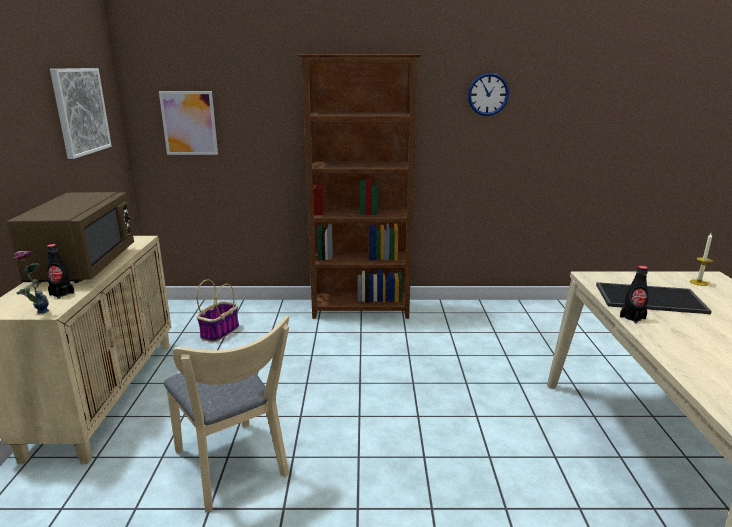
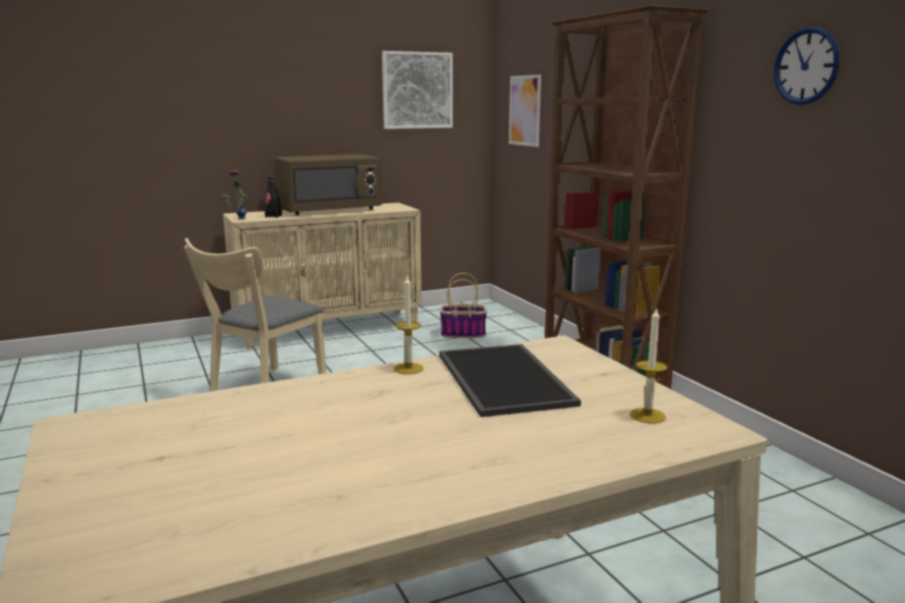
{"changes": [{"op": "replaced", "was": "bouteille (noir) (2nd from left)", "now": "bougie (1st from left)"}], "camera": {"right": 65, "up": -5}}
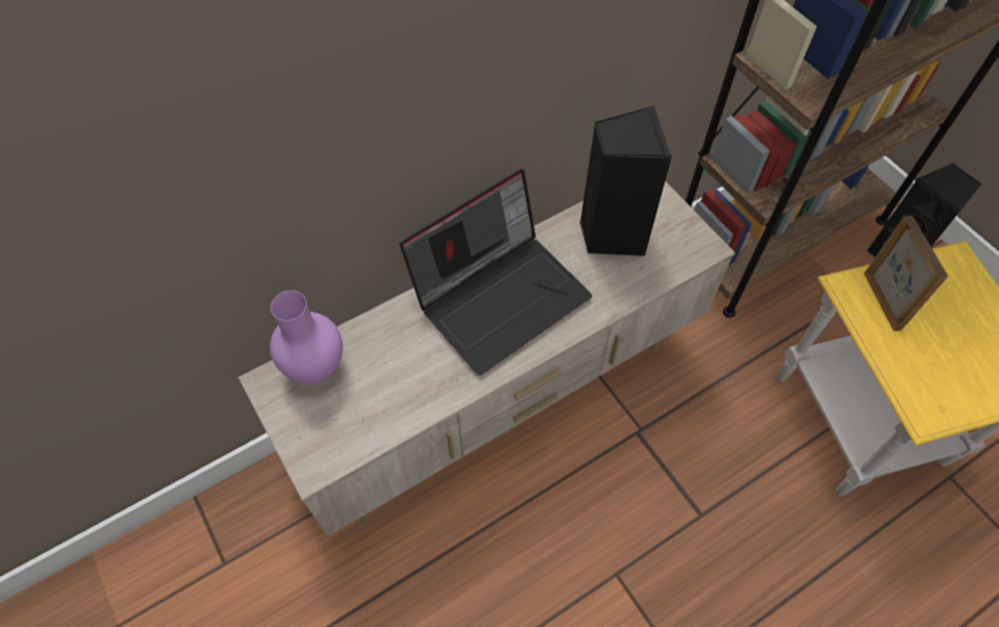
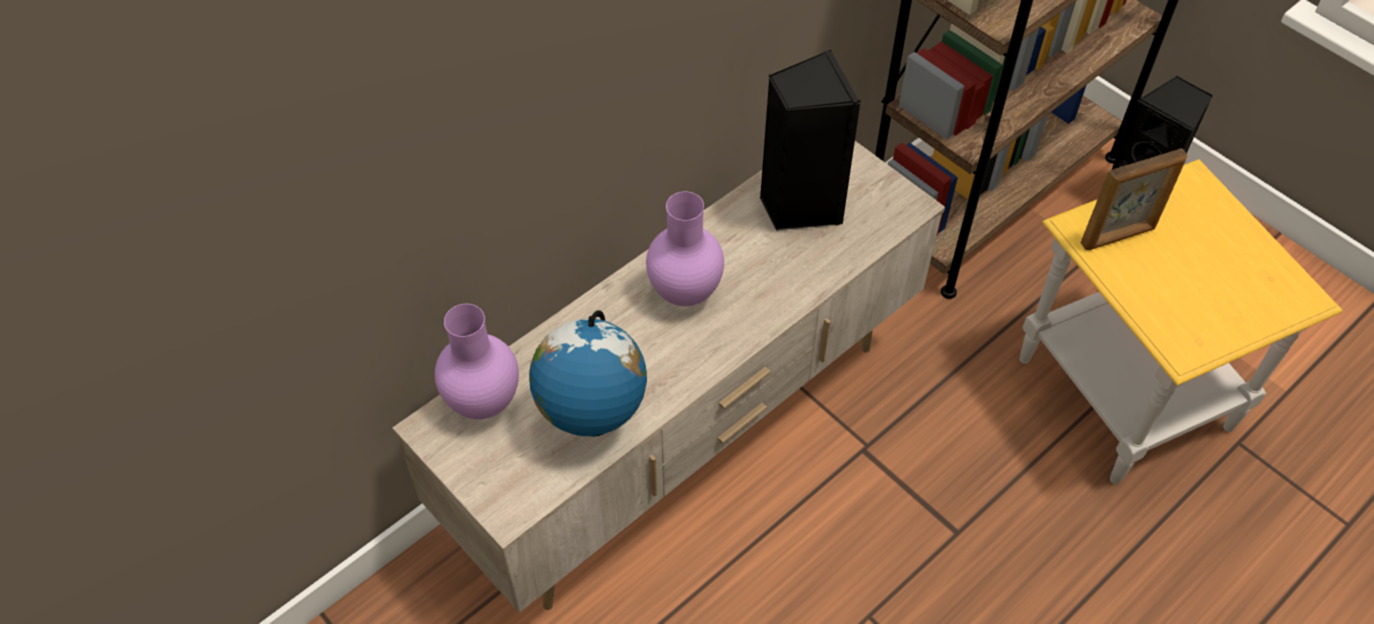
{"changes": [{"op": "replaced", "was": "ordinateur portable", "now": "vase (violet) (2nd from left)"}, {"op": "turned", "was": "cadre photo", "clockwise": 90}, {"op": "added", "now": "globe"}], "camera": {"right": -10, "up": -5}}
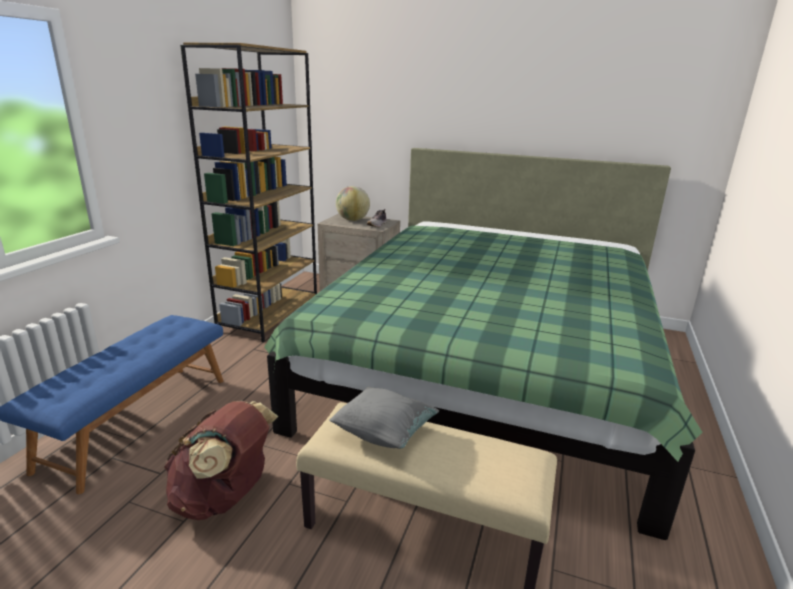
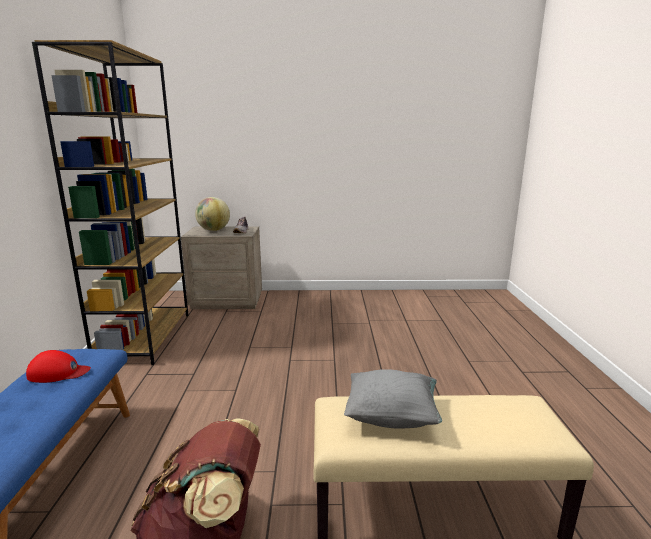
{"changes": [{"op": "removed", "was": "lit (vert)"}, {"op": "added", "now": "casquette (rouge)"}], "camera": {"right": -20, "up": -5}}
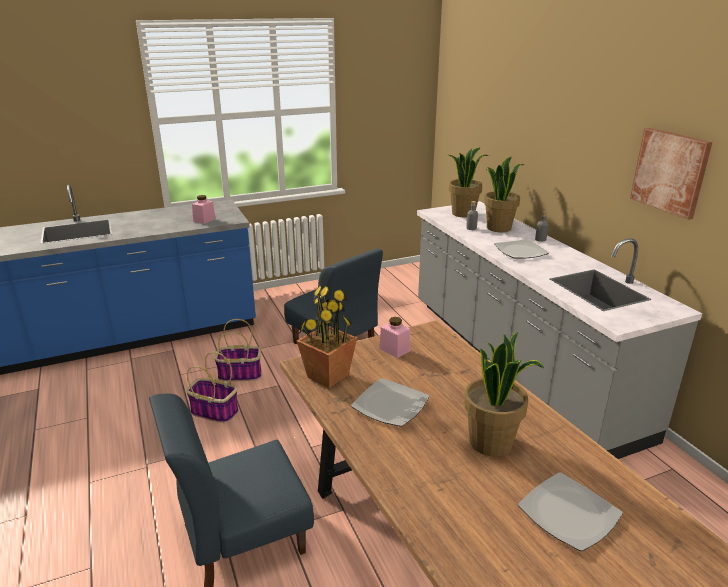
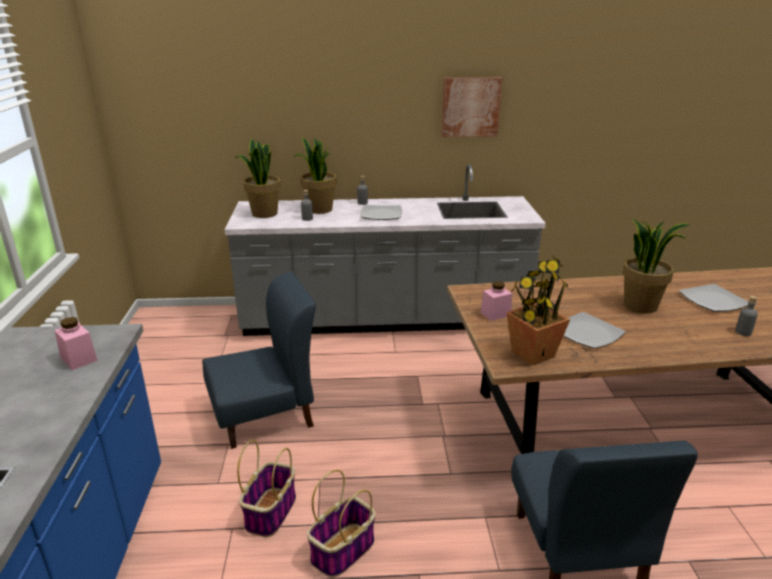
{"changes": [{"op": "added", "now": "bouteille (gris) (3rd from left)"}], "camera": {"right": -70, "up": 0}}
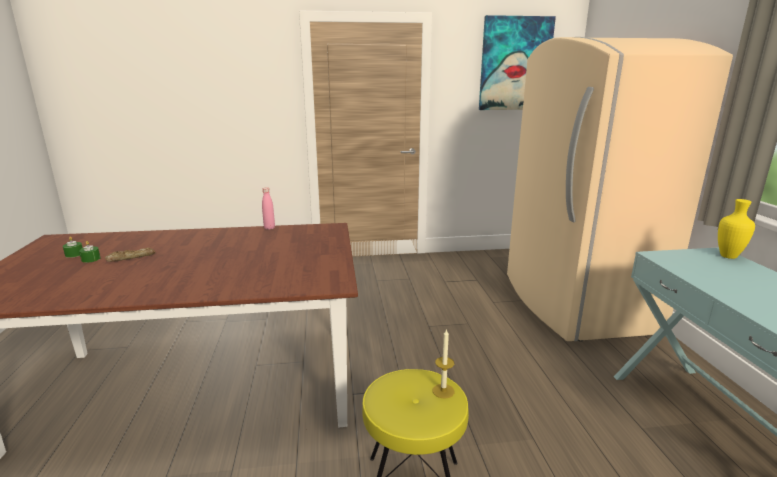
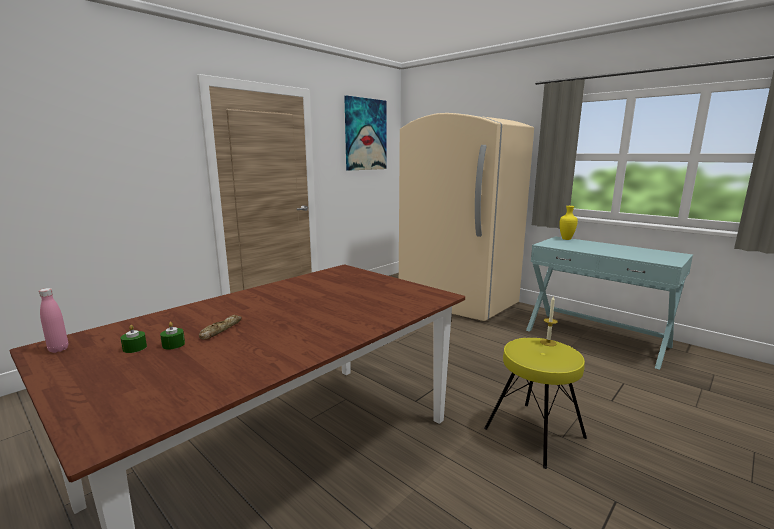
{"changes": [{"op": "moved", "was": "bouteille (rose)"}], "camera": {"right": -40, "up": -5}}
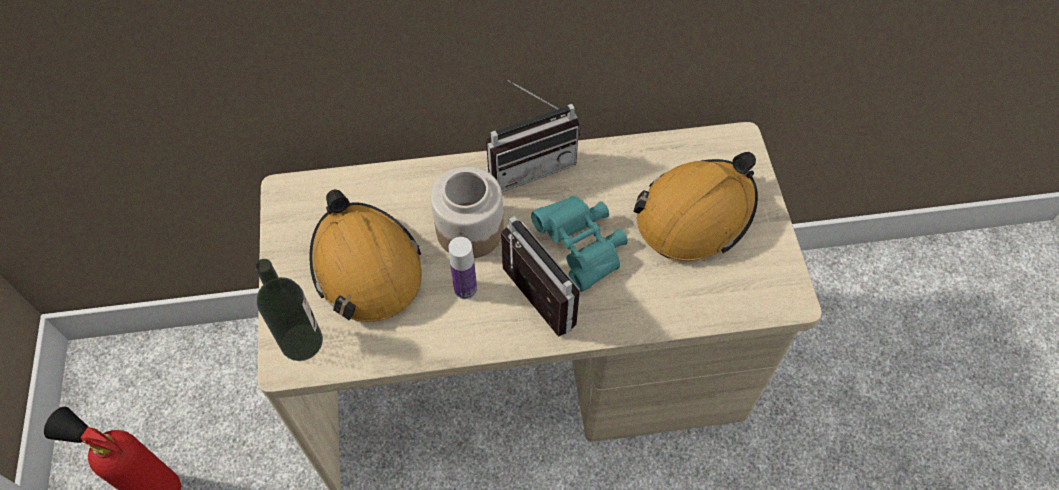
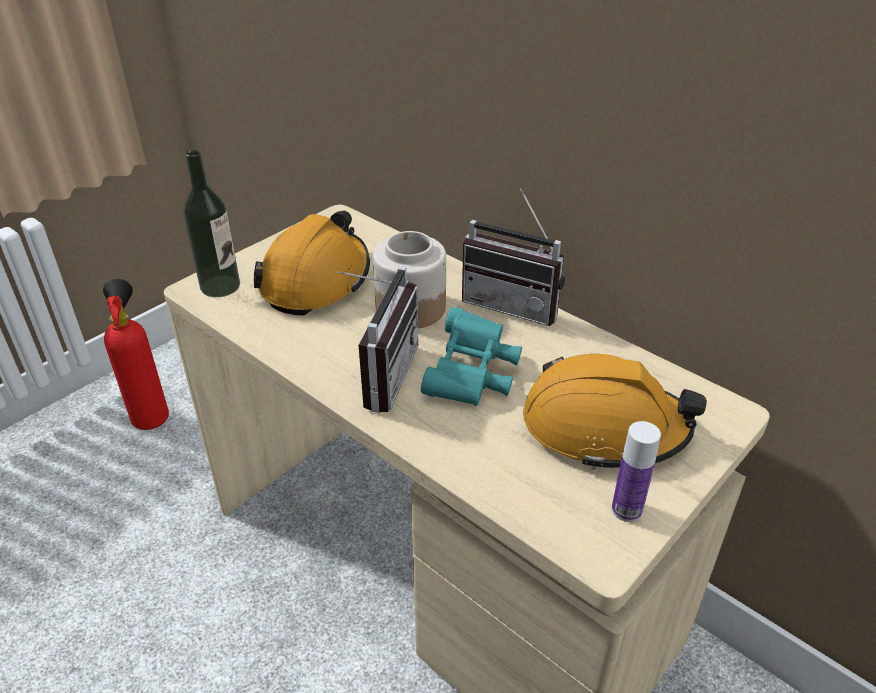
{"changes": [{"op": "moved", "was": "bouteille (2nd from left)"}], "camera": {"right": 50, "up": -20}}
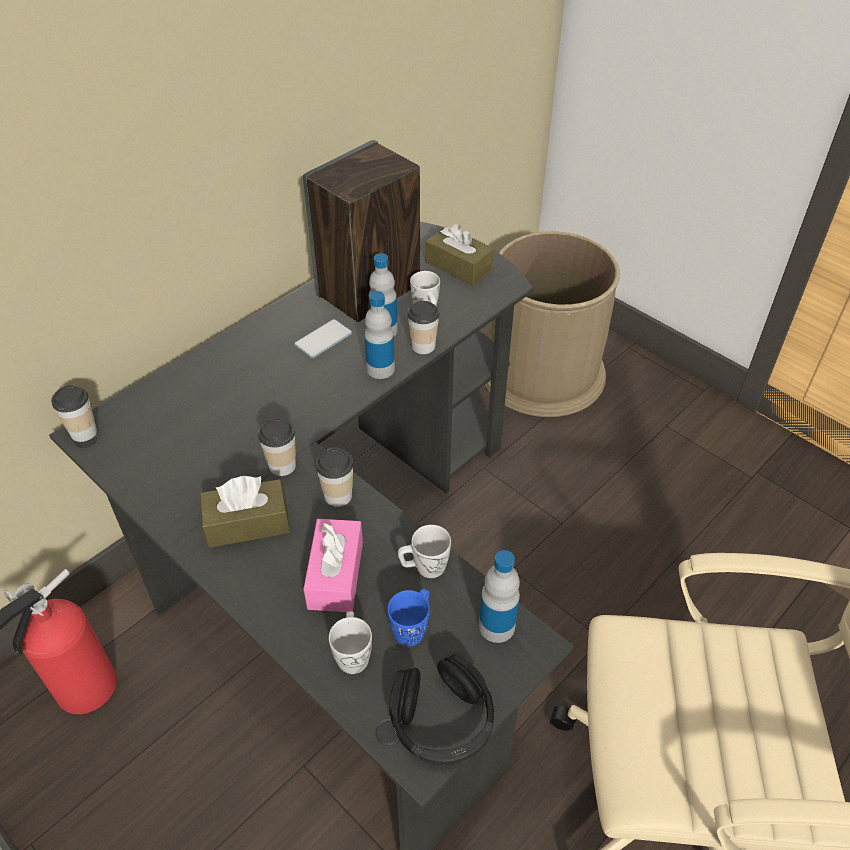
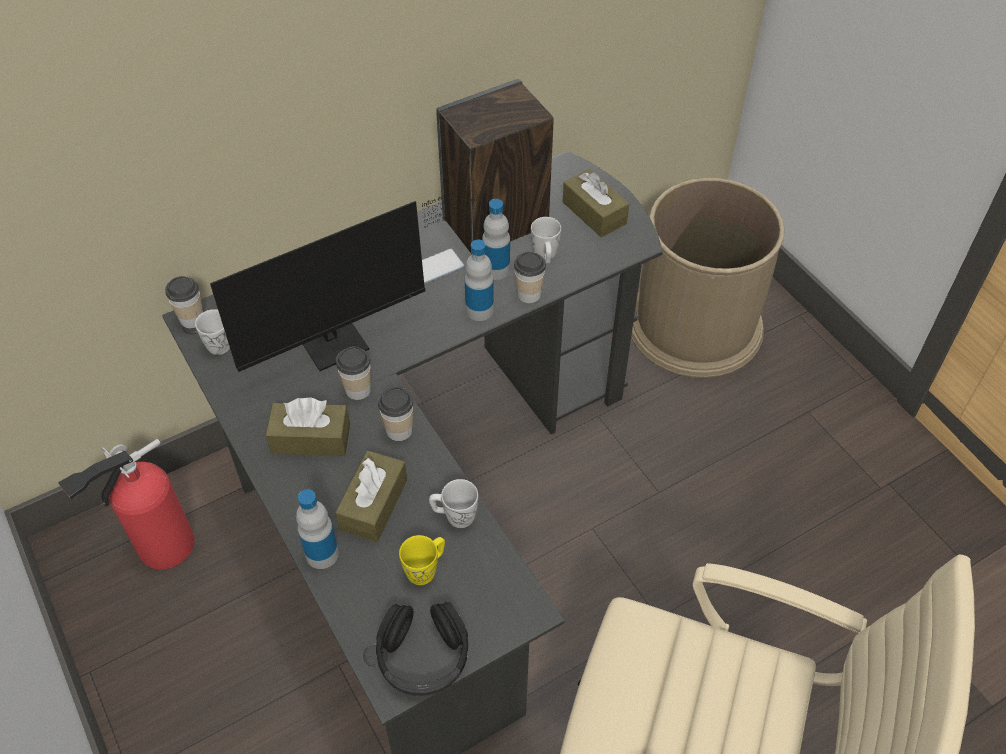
{"changes": [{"op": "recoloured", "was": "boîte à mouchoirs (rose)", "now": "boîte à mouchoirs (marron) (2nd from left)"}, {"op": "moved", "was": "bouteille (3rd from left in the first image)", "now": "bouteille (1st from left)"}, {"op": "recoloured", "was": "mug (bleu)", "now": "mug (jaune)"}, {"op": "moved", "was": "mug (blanc) (1st from left)"}, {"op": "added", "now": "écran d'ordinateur"}], "camera": {"right": 15, "up": 5}}
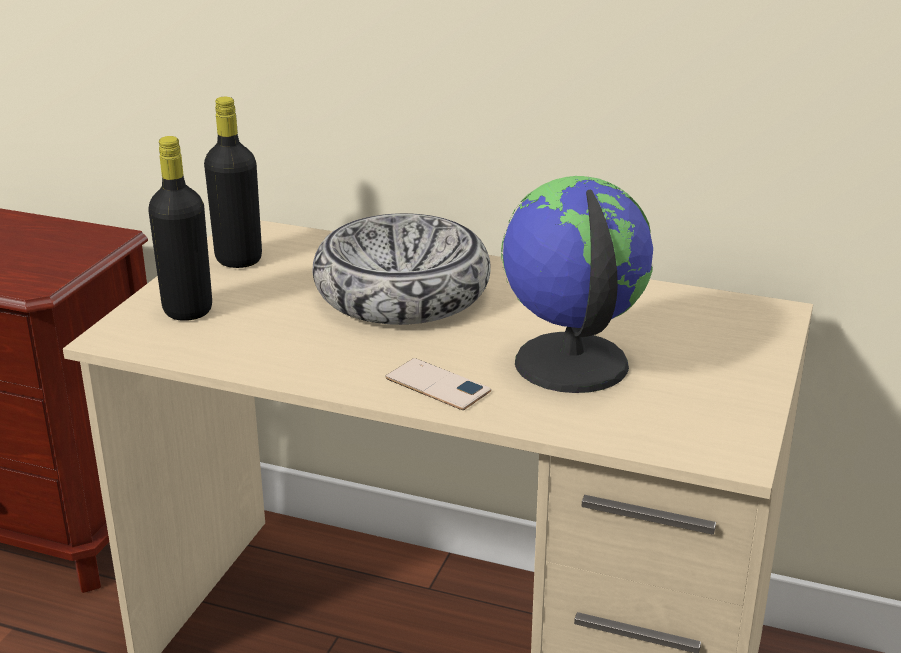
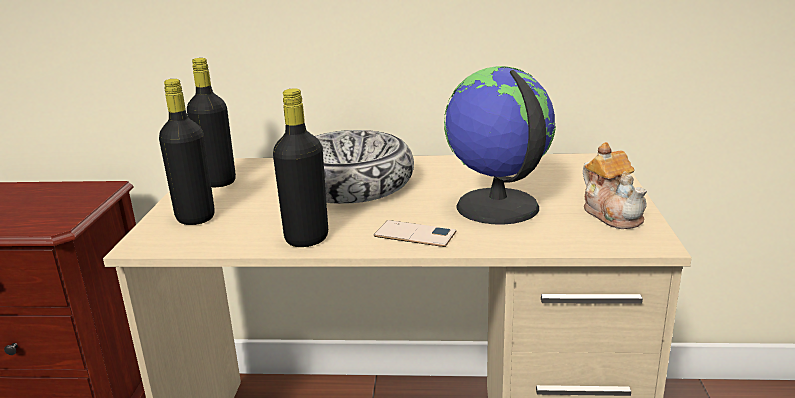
{"changes": [{"op": "added", "now": "bouteille (noir) (3rd from left)"}, {"op": "added", "now": "théière"}], "camera": {"right": -15, "up": -5}}
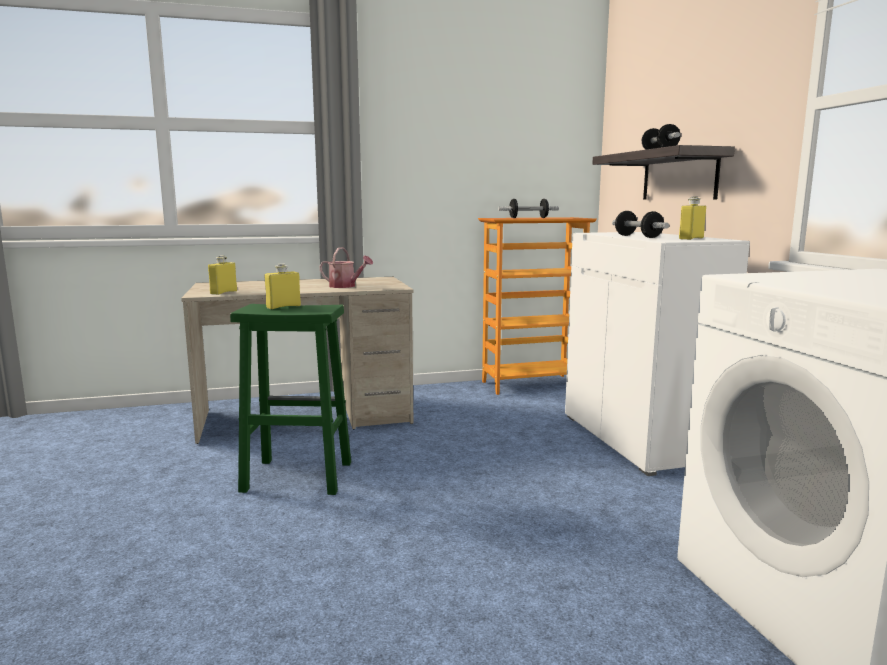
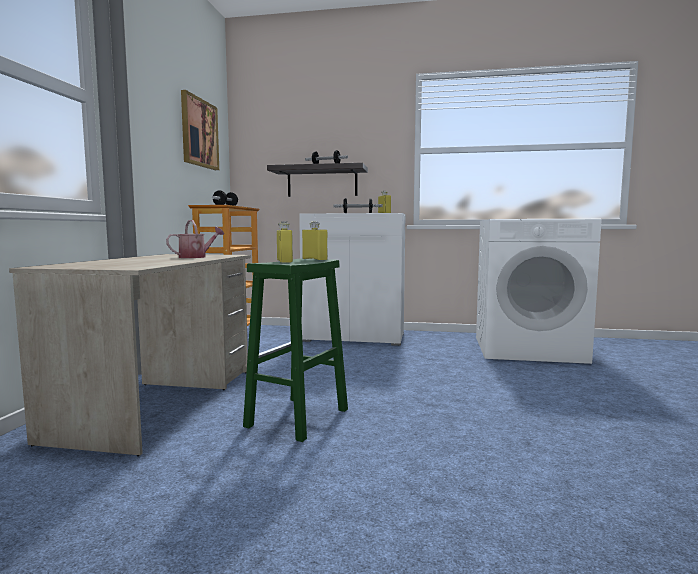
{"changes": [{"op": "moved", "was": "bouteille (jaune) (1st from left in the first image)", "now": "bouteille (jaune) (2nd from left)"}, {"op": "added", "now": "tableau"}], "camera": {"right": -65, "up": -5}}
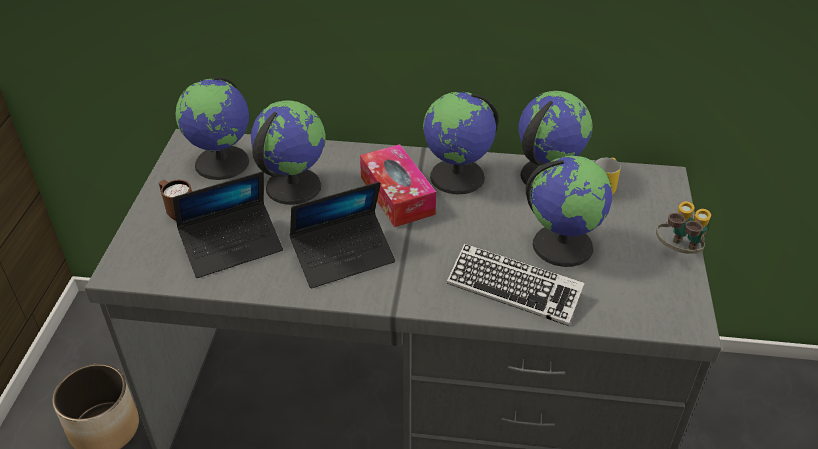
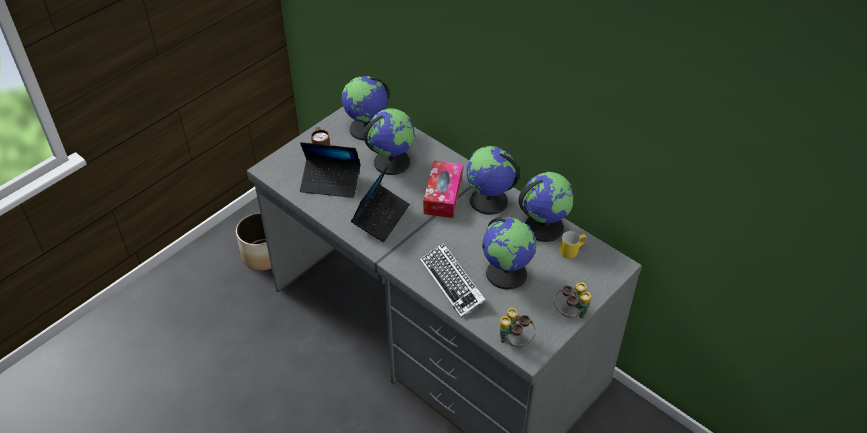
{"changes": [{"op": "turned", "was": "ordinateur portable (2nd from left)", "clockwise": -75}, {"op": "added", "now": "jumelles (1st from left)"}], "camera": {"right": 35, "up": 5}}
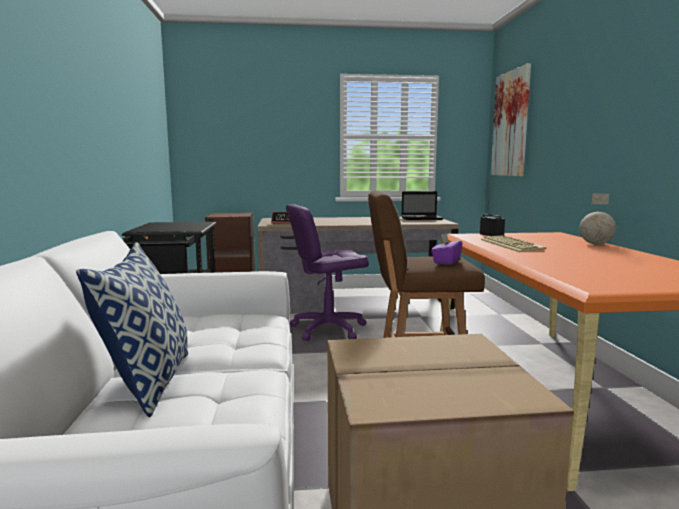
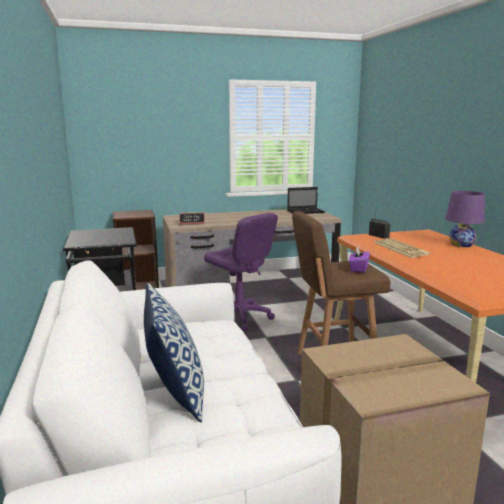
{"changes": [{"op": "removed", "was": "tableau"}, {"op": "replaced", "was": "globe", "now": "lampe de table (violet)"}, {"op": "turned", "was": "chaise de bureau (violet)", "clockwise": -105}], "camera": {"right": -10, "up": 5}}
